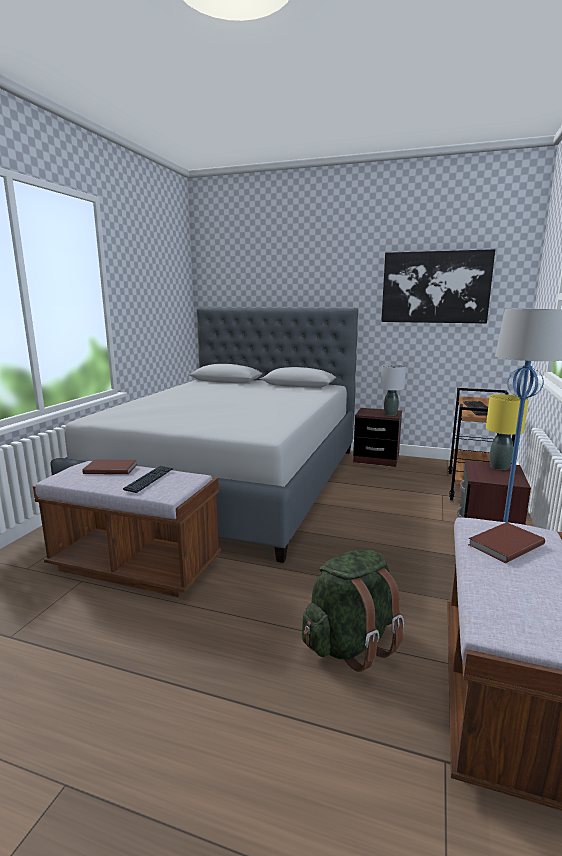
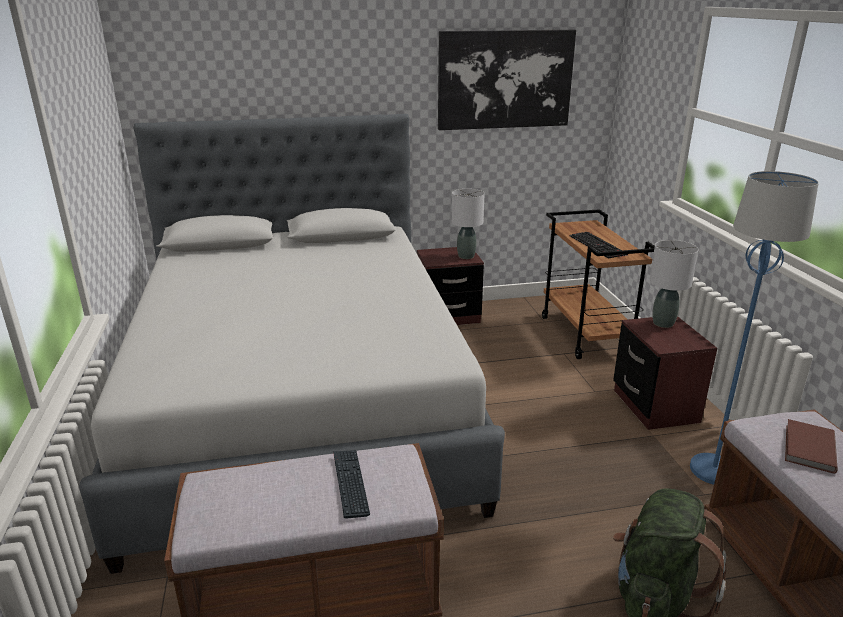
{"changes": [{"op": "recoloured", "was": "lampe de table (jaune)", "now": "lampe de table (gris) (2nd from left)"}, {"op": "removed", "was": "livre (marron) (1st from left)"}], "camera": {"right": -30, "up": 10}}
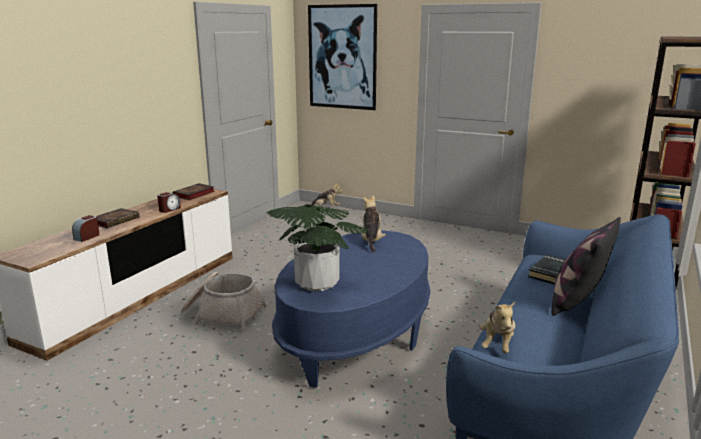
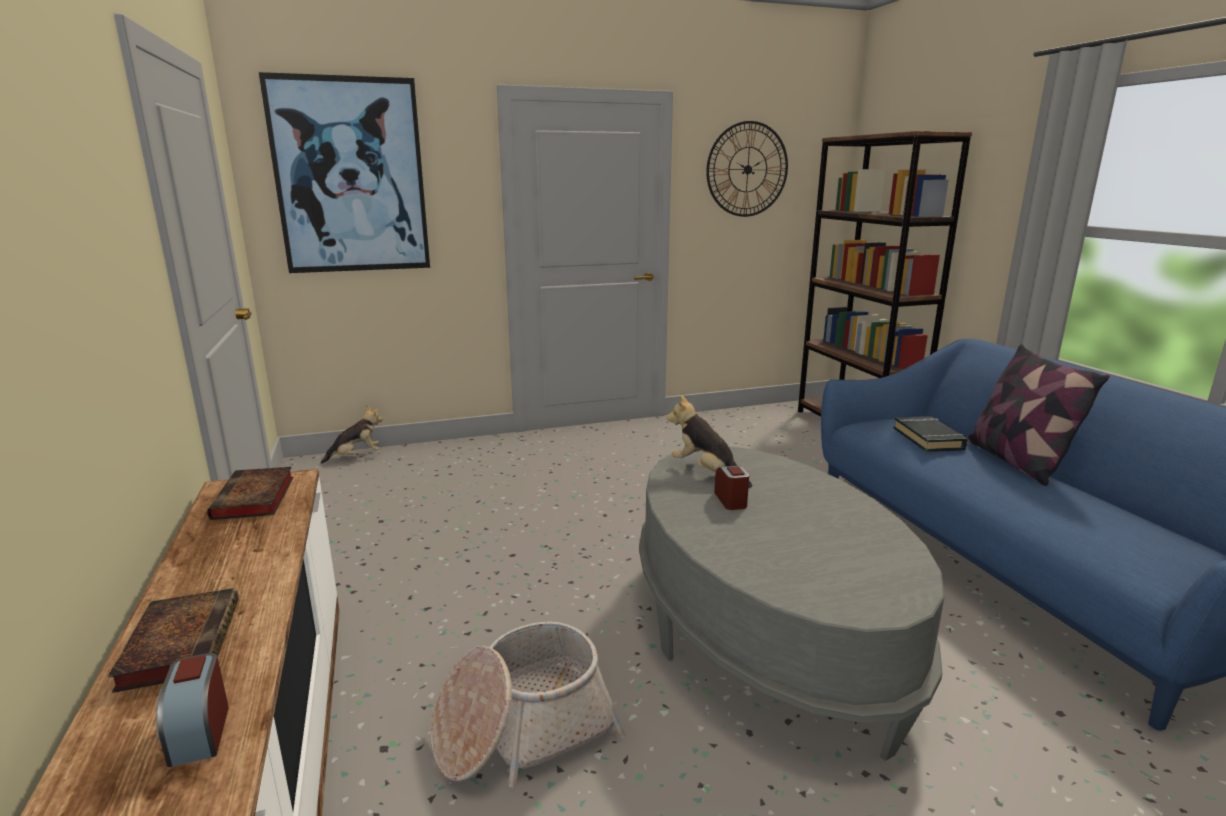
{"changes": [{"op": "moved", "was": "réveil (2nd from left)"}, {"op": "removed", "was": "plante en pot"}, {"op": "recoloured", "was": "table basse (bleu)", "now": "table basse (gris)"}, {"op": "removed", "was": "peluche (3rd from left)"}, {"op": "added", "now": "horloge murale"}], "camera": {"right": -45, "up": 0}}
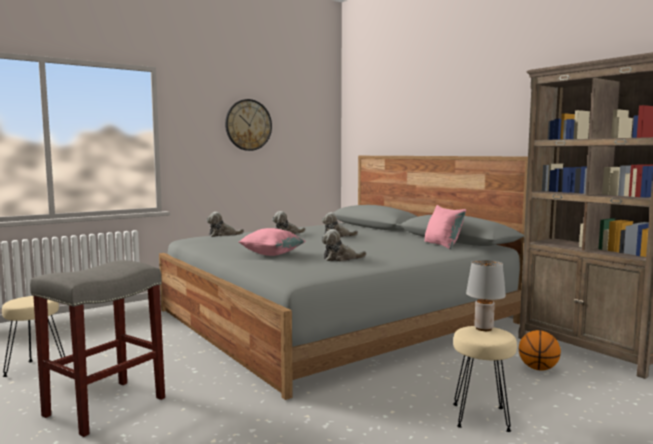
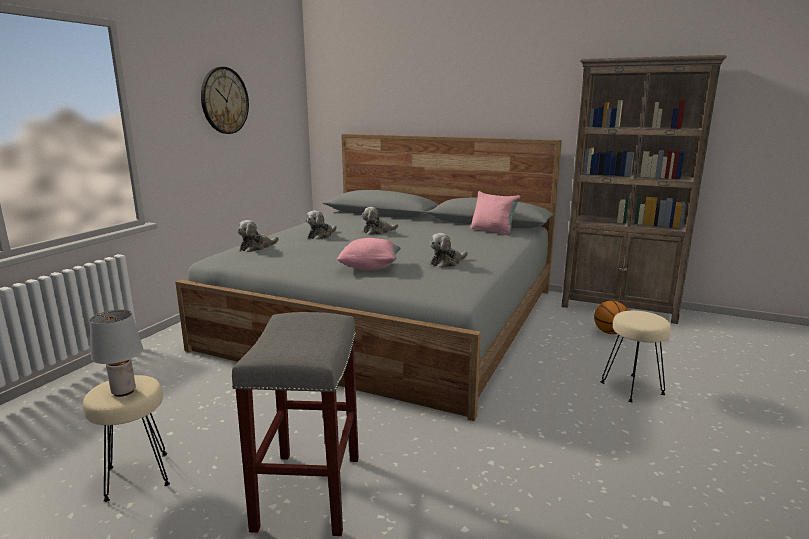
{"changes": [{"op": "moved", "was": "lampe de table (gris)"}], "camera": {"right": -30, "up": 10}}
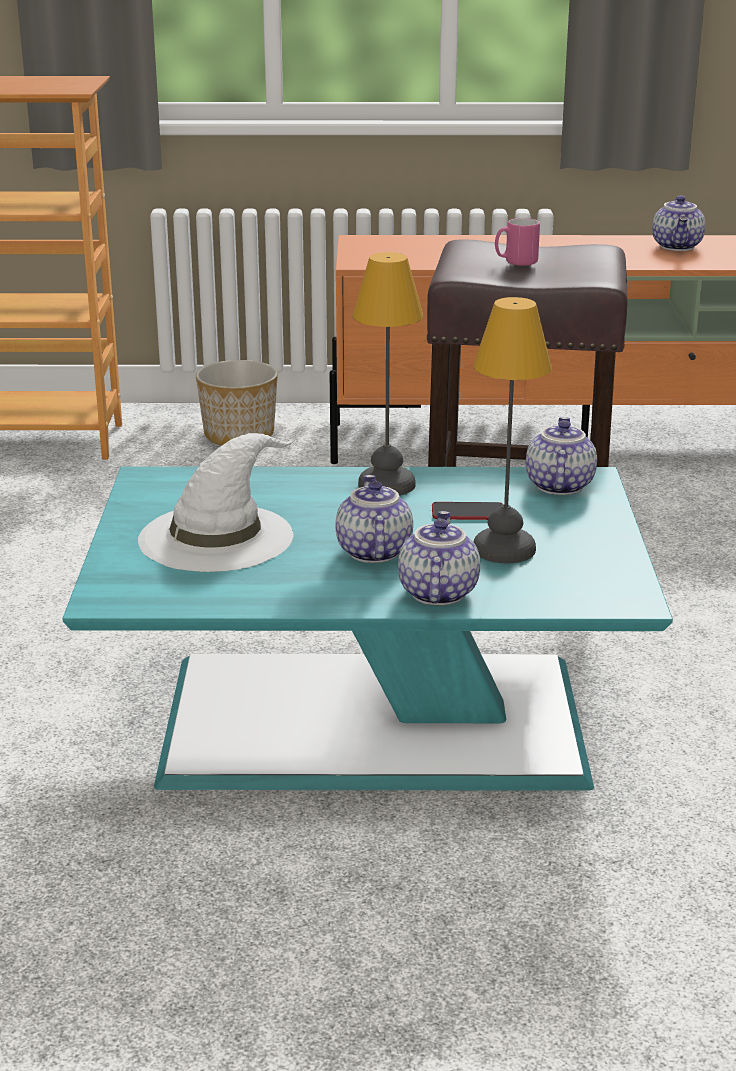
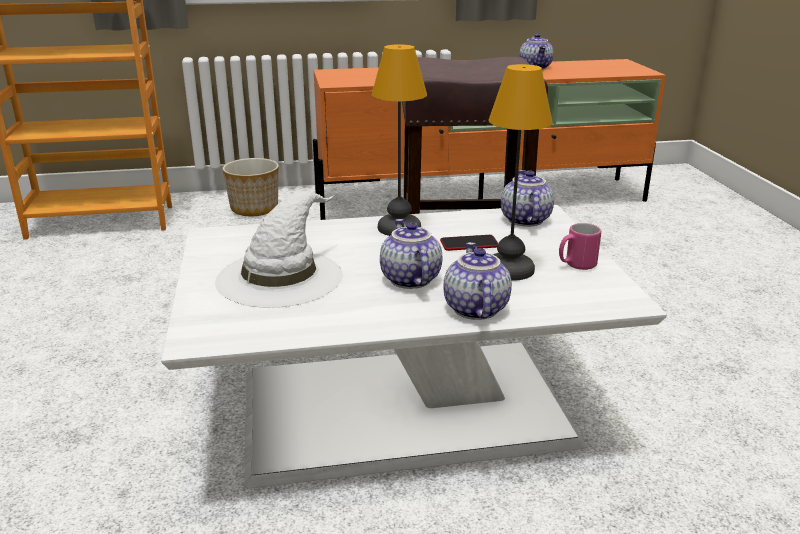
{"changes": [{"op": "moved", "was": "mug (rose)"}, {"op": "recoloured", "was": "table basse (turquoise)", "now": "table basse (blanc)"}], "camera": {"right": -10, "up": 0}}
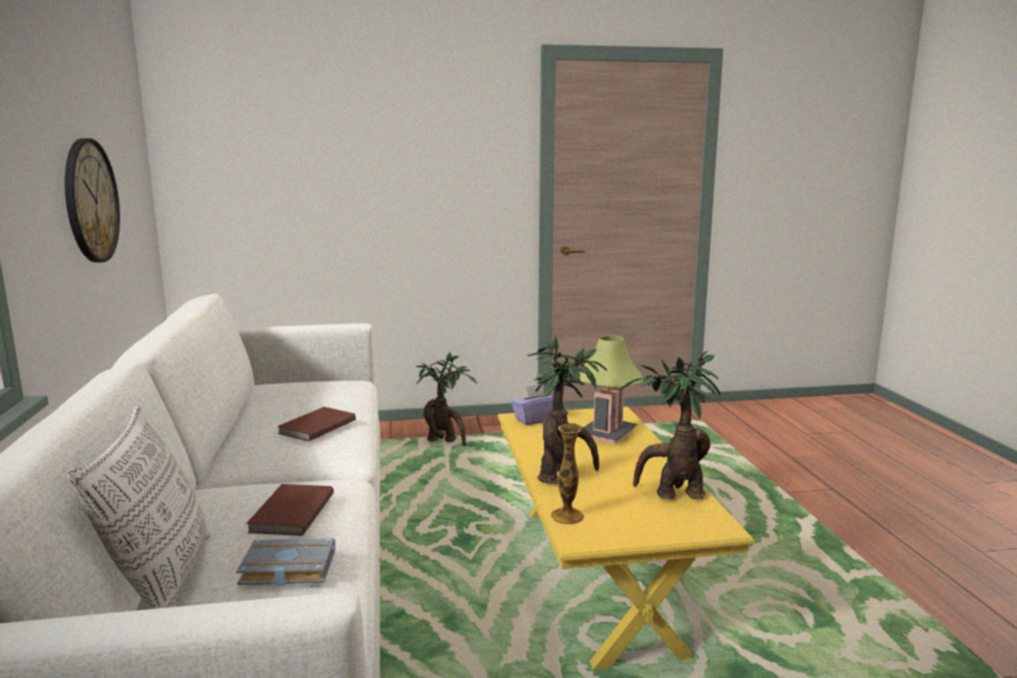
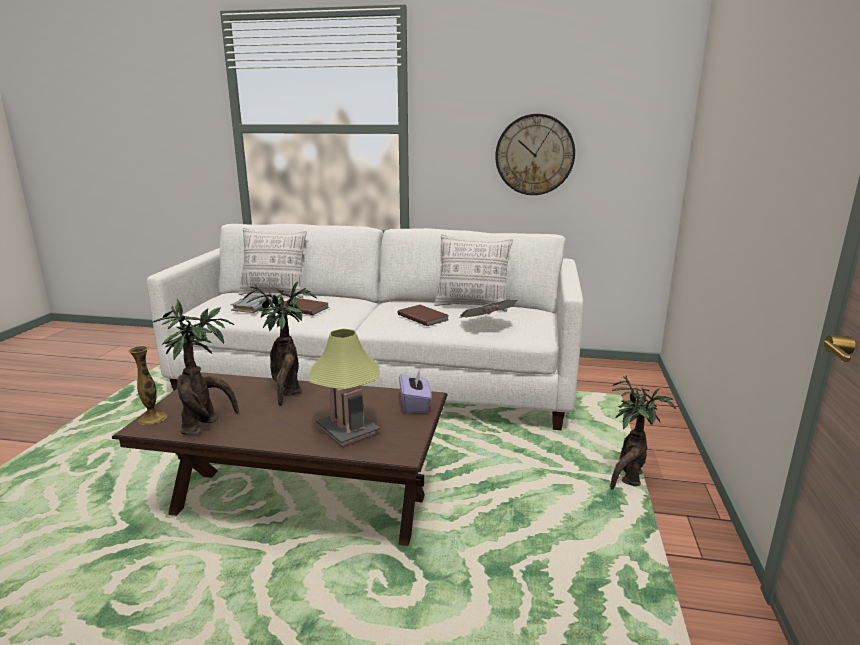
{"changes": [{"op": "recoloured", "was": "table basse (jaune)", "now": "table basse (marron)"}, {"op": "moved", "was": "vase"}, {"op": "added", "now": "coussin (2nd from left)"}, {"op": "added", "now": "journal"}], "camera": {"right": 110, "up": 5}}
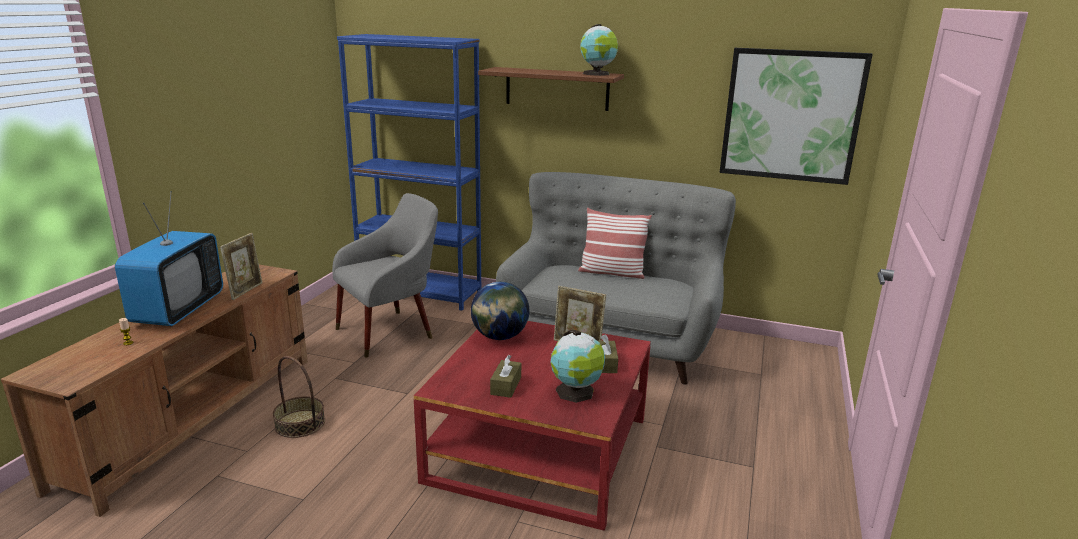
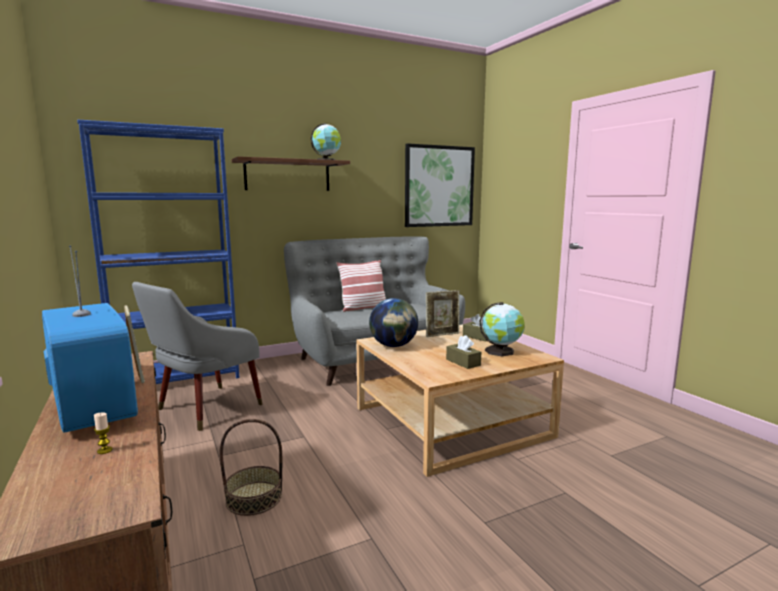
{"changes": [{"op": "turned", "was": "fauteuil (gris)", "clockwise": -150}, {"op": "recoloured", "was": "table basse (rouge)", "now": "table basse (beige)"}], "camera": {"right": -45, "up": -10}}
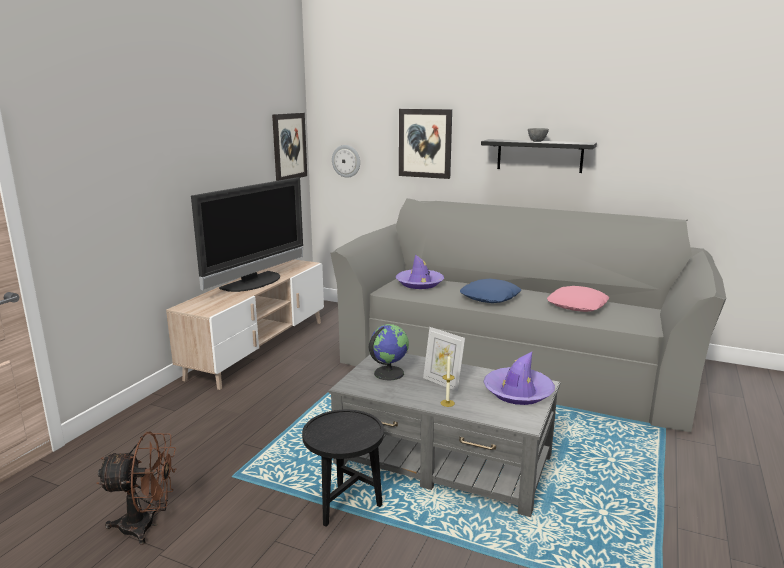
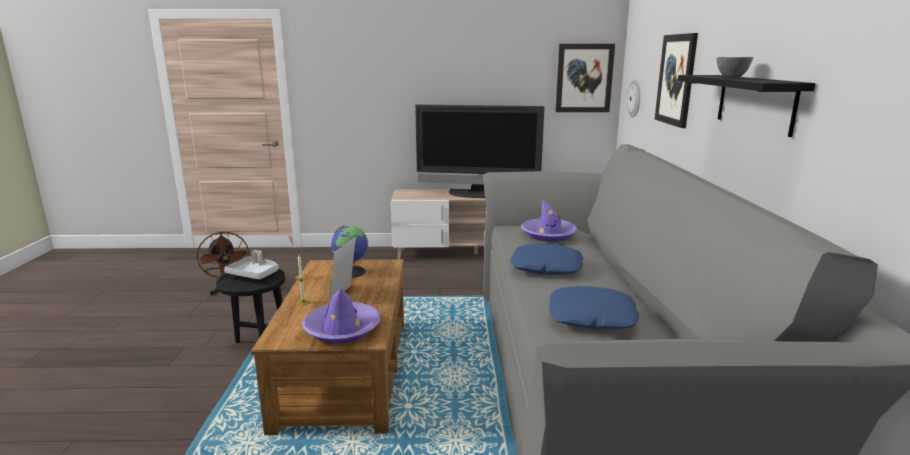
{"changes": [{"op": "recoloured", "was": "coussin (rose)", "now": "coussin (bleu) (2nd from left)"}, {"op": "recoloured", "was": "table basse (gris)", "now": "table basse (marron)"}, {"op": "added", "now": "plateau (gris)"}], "camera": {"right": 65, "up": 0}}
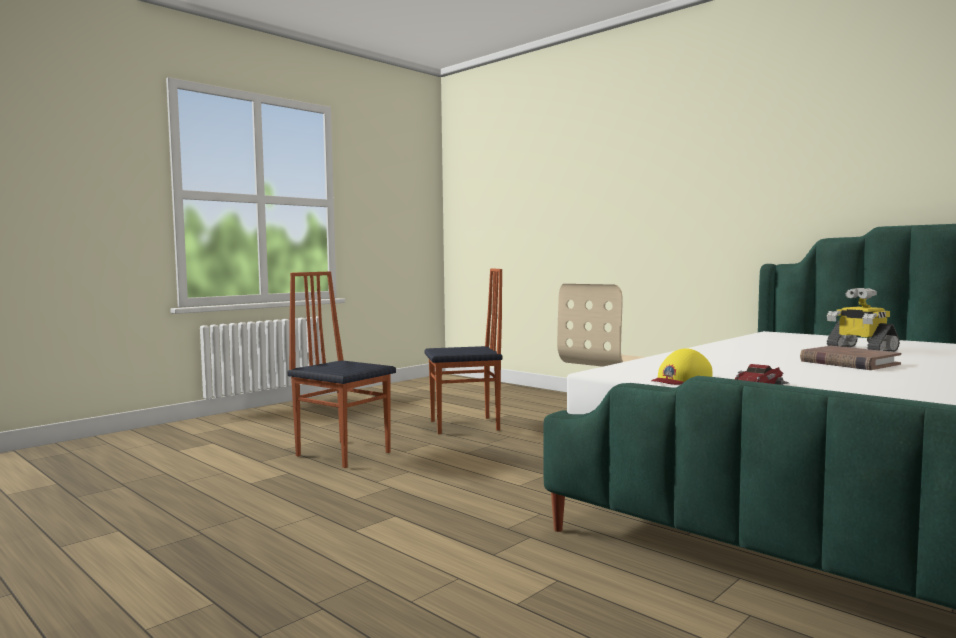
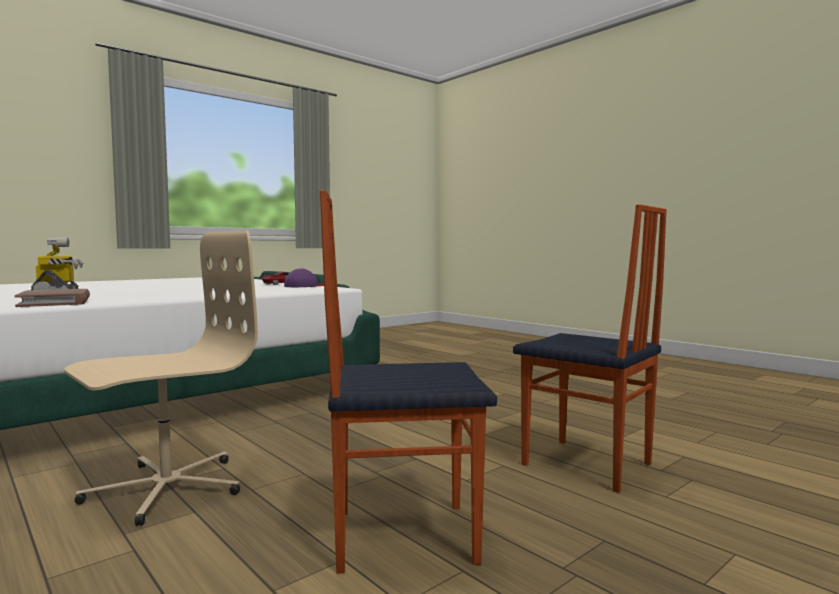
{"changes": [{"op": "moved", "was": "livre (marron)"}, {"op": "recoloured", "was": "casquette (jaune)", "now": "casquette (violet)"}], "camera": {"right": -175, "up": 0}}
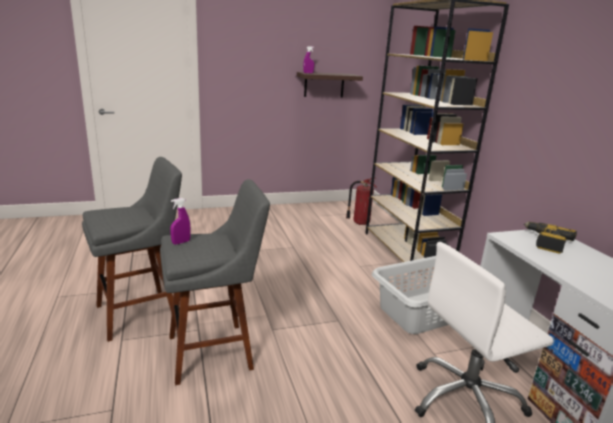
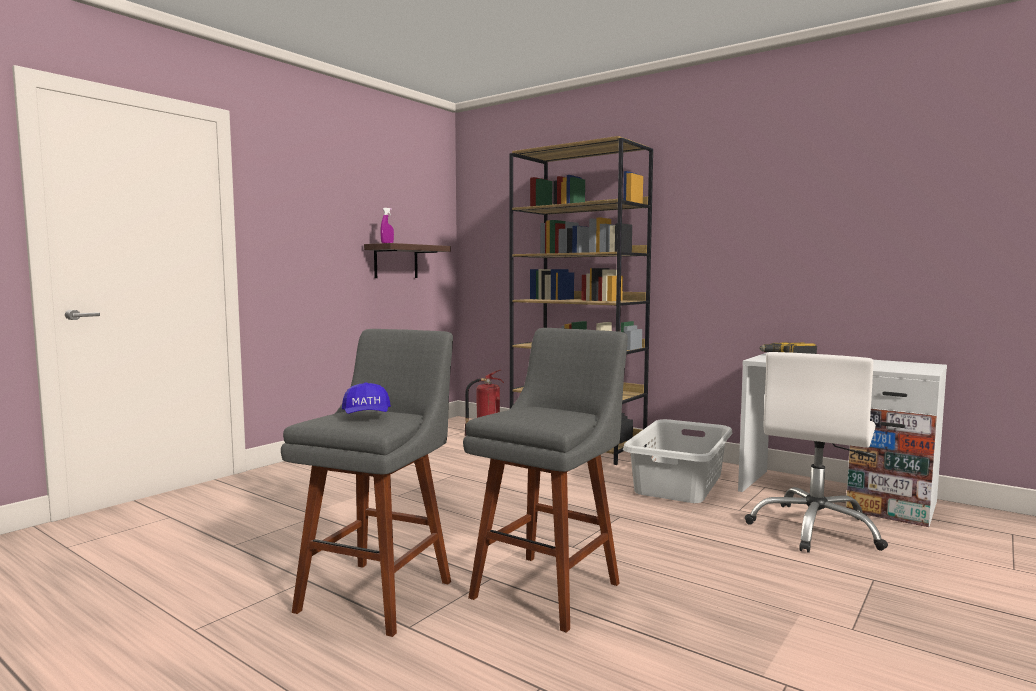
{"changes": [{"op": "removed", "was": "vaporisateur (violet) (1st from left)"}, {"op": "added", "now": "casquette (bleu)"}], "camera": {"right": -35, "up": -15}}
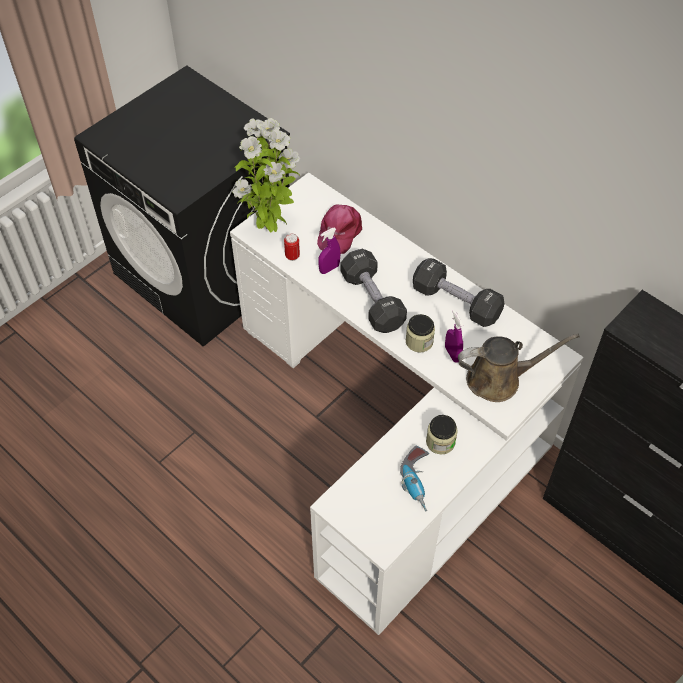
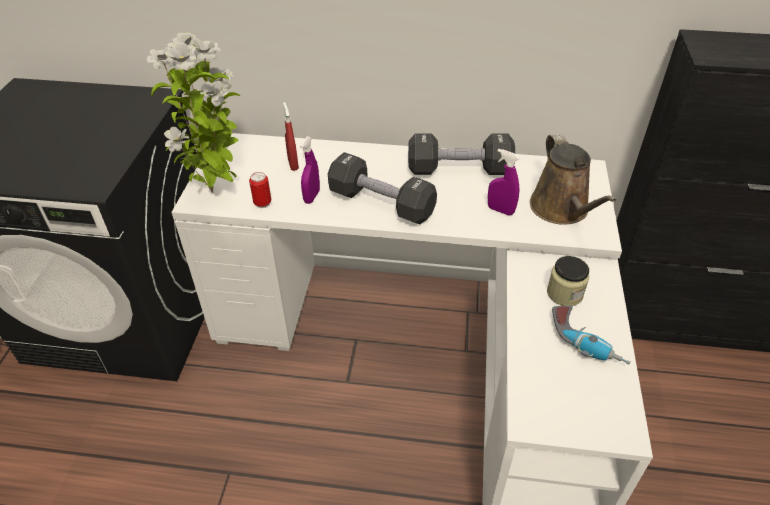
{"changes": [{"op": "replaced", "was": "casquette (rose)", "now": "vaporisateur (rouge)"}, {"op": "removed", "was": "bocal (1st from left)"}, {"op": "turned", "was": "arrosoir (marron)", "clockwise": 120}], "camera": {"right": -35, "up": -10}}
